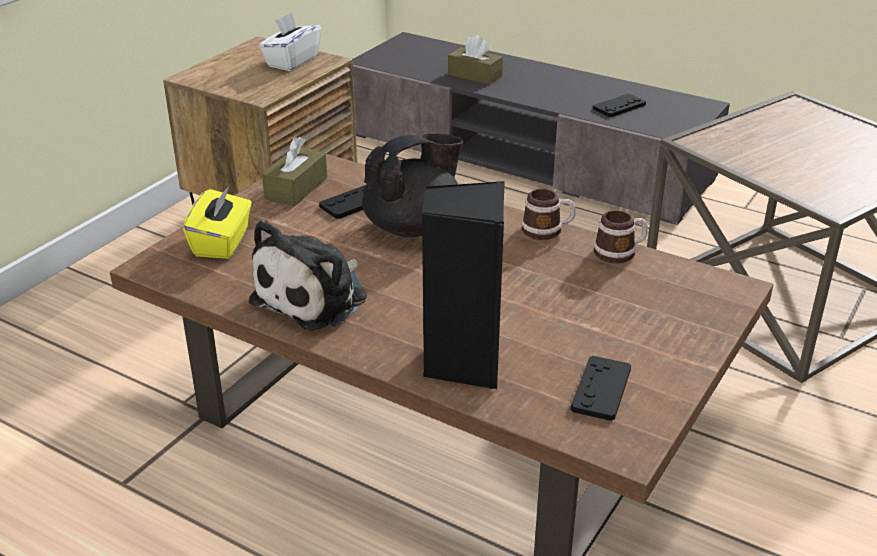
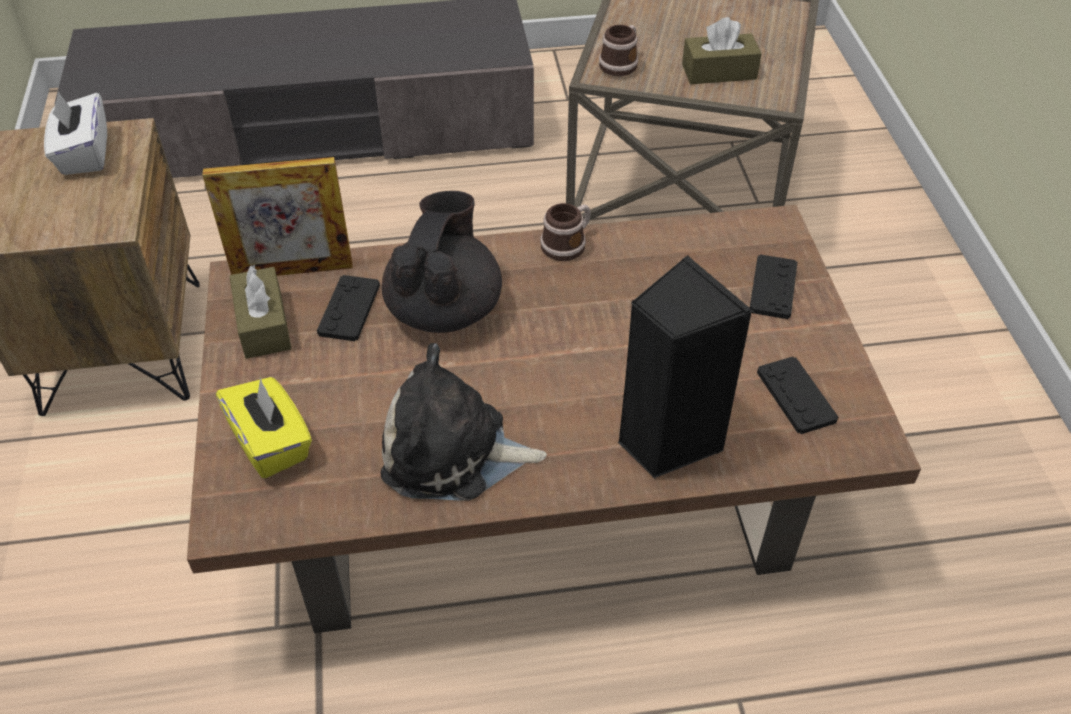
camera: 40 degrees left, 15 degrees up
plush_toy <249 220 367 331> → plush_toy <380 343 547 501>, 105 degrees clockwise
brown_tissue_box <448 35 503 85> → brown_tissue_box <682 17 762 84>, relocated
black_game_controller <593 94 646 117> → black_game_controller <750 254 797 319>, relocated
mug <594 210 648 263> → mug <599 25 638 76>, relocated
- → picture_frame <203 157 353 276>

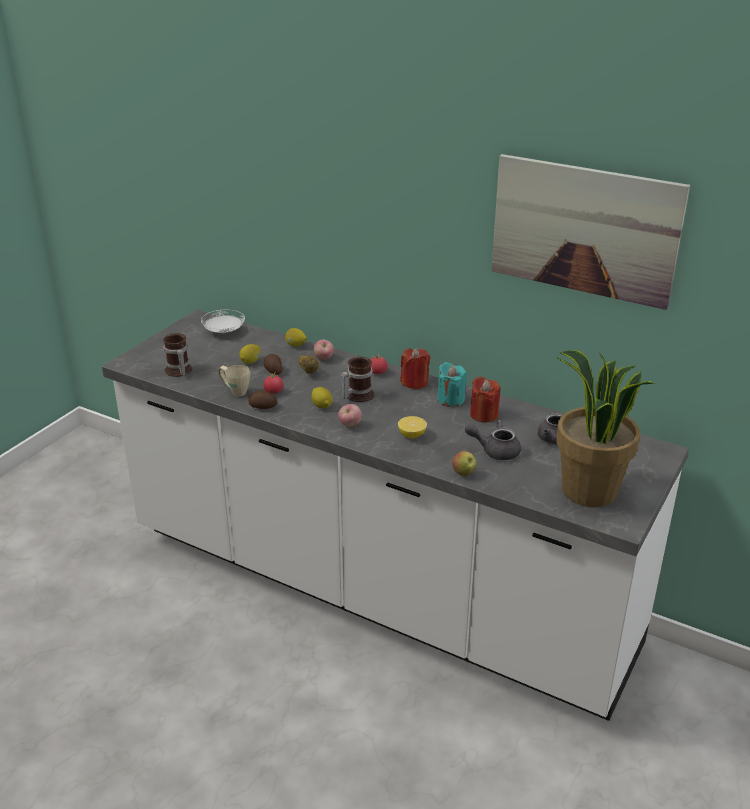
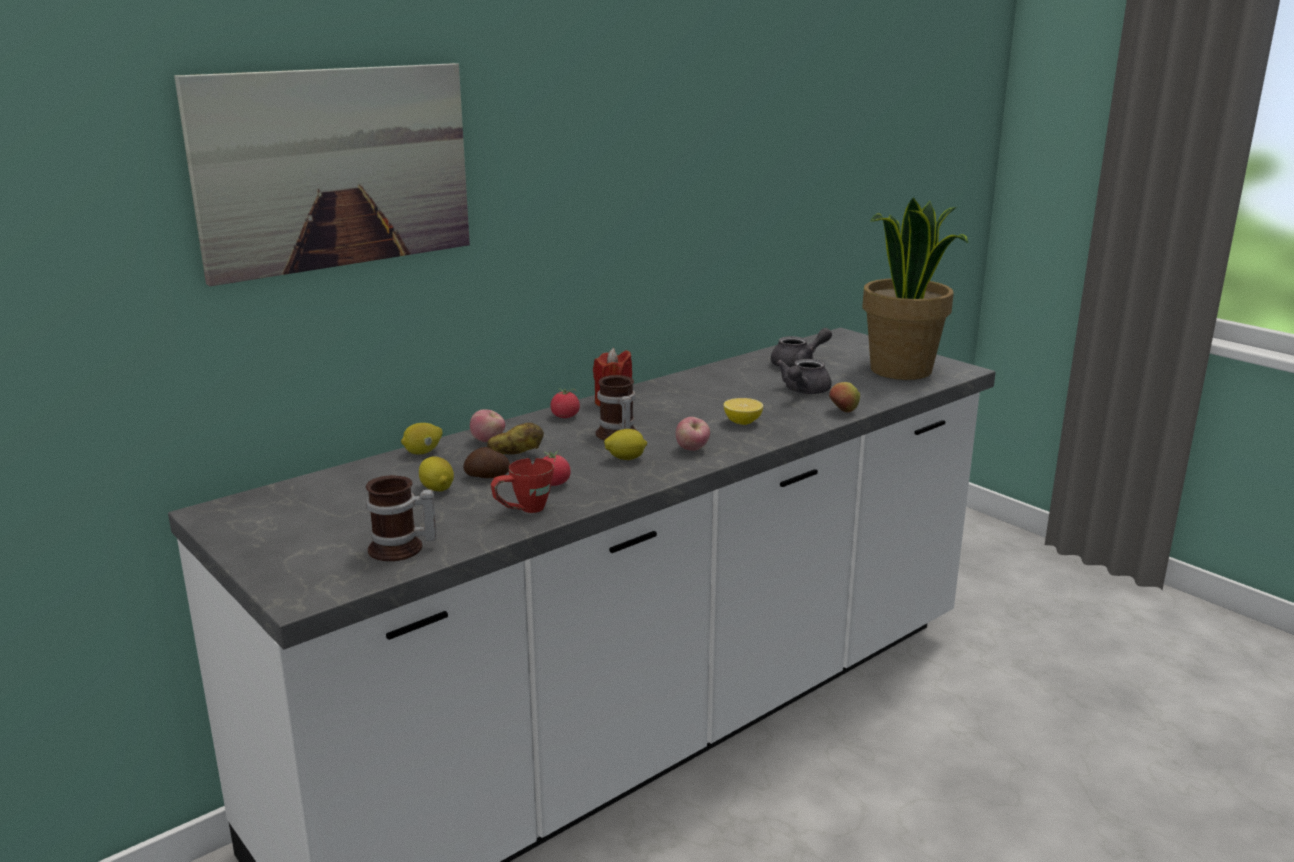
camera: 70 degrees left, 10 degrees down
white_plate <201 310 245 333> → -
beige_mug <218 365 251 397> → red_mug <491 458 554 513>
potato <248 390 277 409> → -
turquoise_candle <437 362 466 407> → -
red_candle <470 377 500 422> → -
picture <491 154 690 310> → picture <174 63 470 286>, relocated

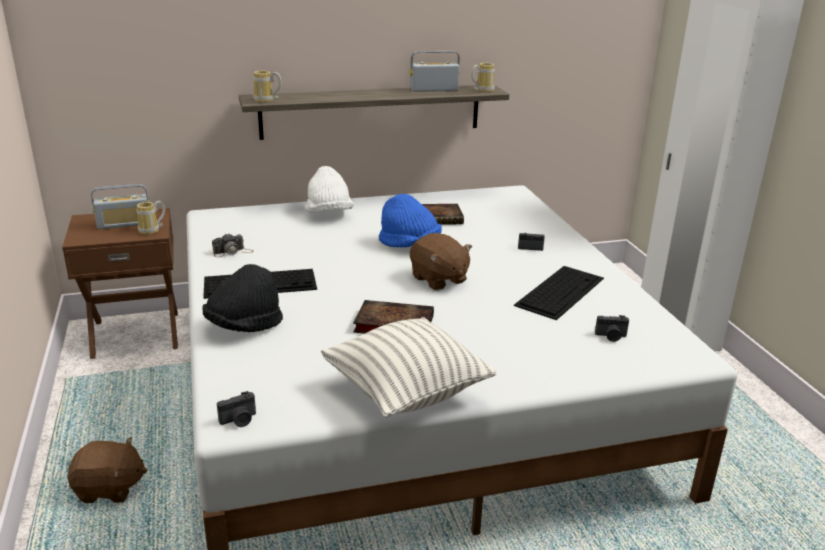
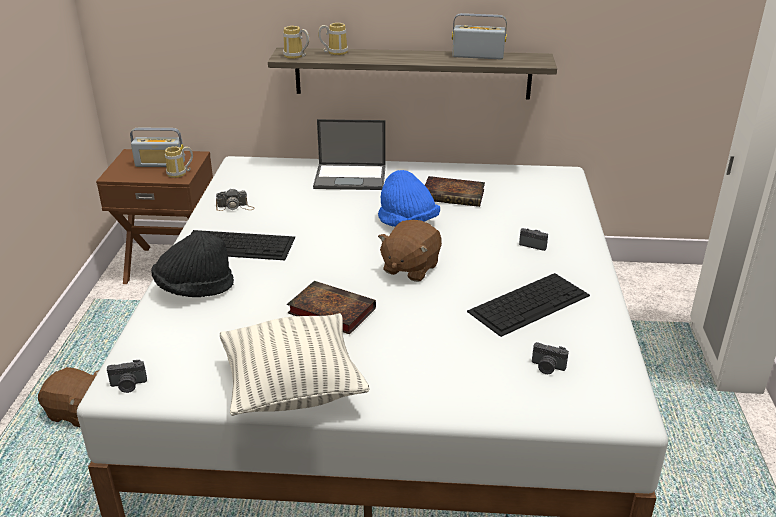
camera: 20 degrees right, 5 degrees up
white_hat <305 166 354 213> → laptop <313 119 386 190>
brown_plush_toy <410 233 472 290> → brown_plush_toy <378 220 442 282>, 45 degrees clockwise
mug <471 63 495 92> → mug <318 23 348 55>, relocated

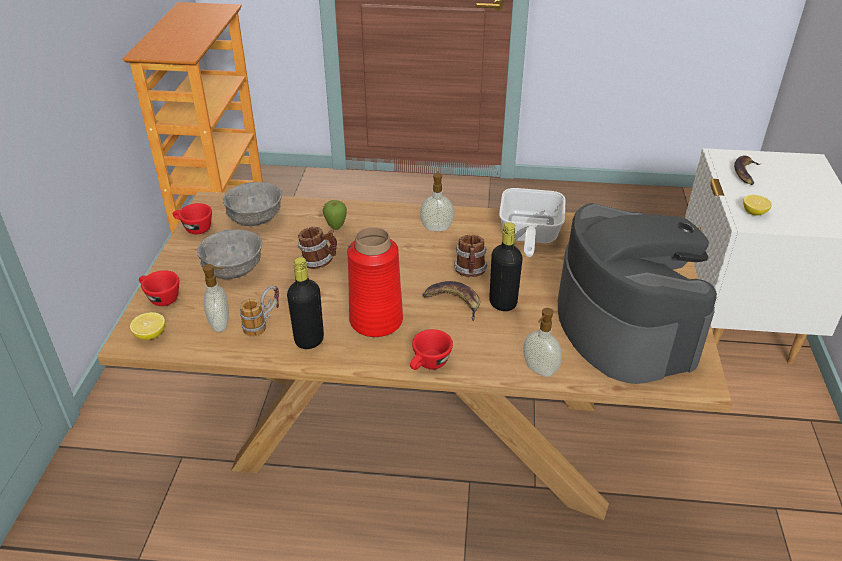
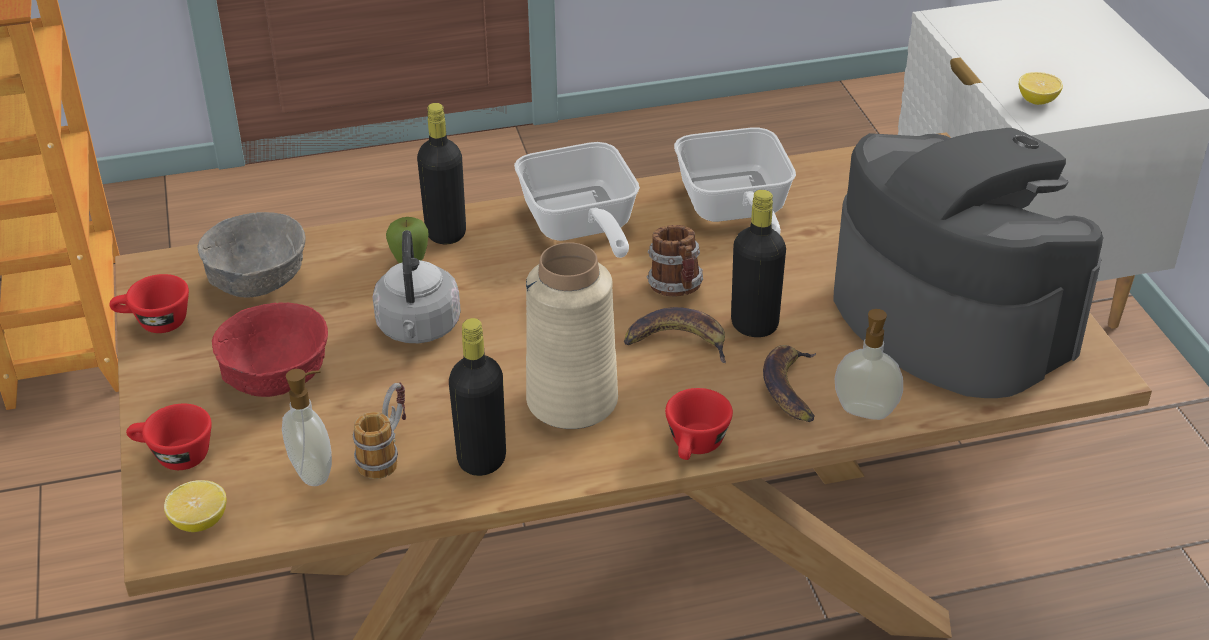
camera: 20 degrees left, 0 degrees up
grey_bowl <197 229 262 279> → red_bowl <212 302 328 397>
mug <298 227 337 269> → grey_kettle <372 230 461 343>
red_vase <347 227 403 337> → beige_vase <526 242 618 429>
soap_dispenser <420 171 455 231> → frying_pan <514 142 640 258>
banana <734 156 760 185> → banana <763 345 816 422>, relocated
- → black_bottle <417 103 466 244>

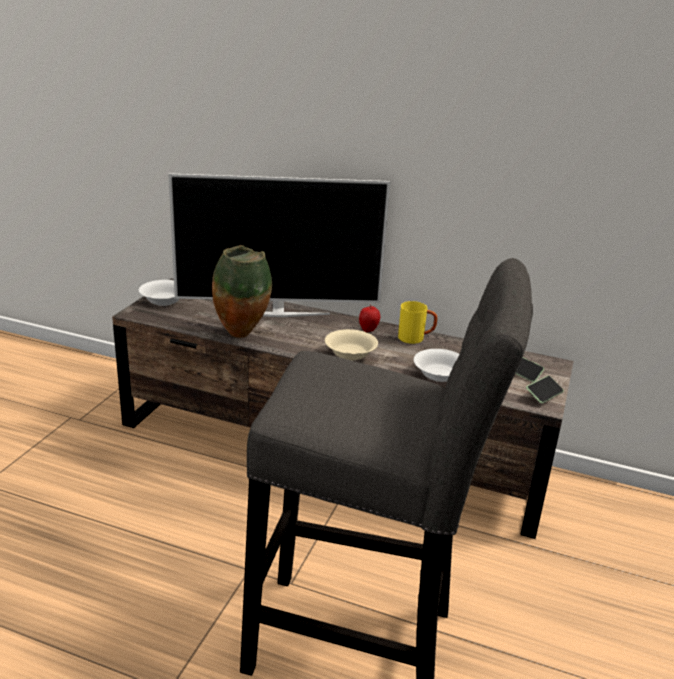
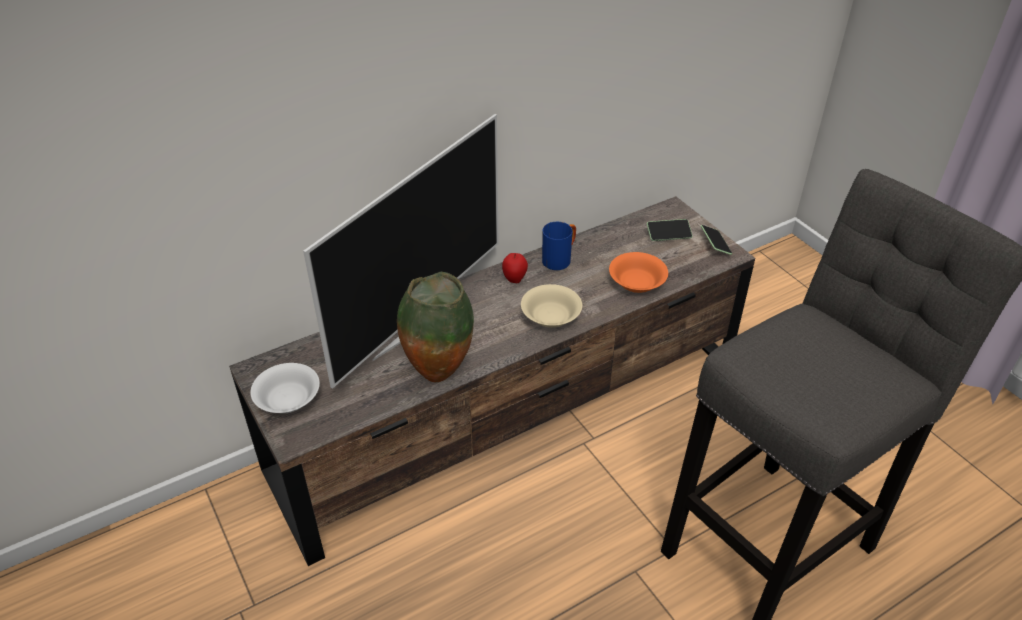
camera: 50 degrees left, 15 degrees up
yellow_mug <398 301 438 344> → blue_mug <542 222 576 270>
white_bowl <414 349 459 382> → orange_bowl <609 252 668 293>

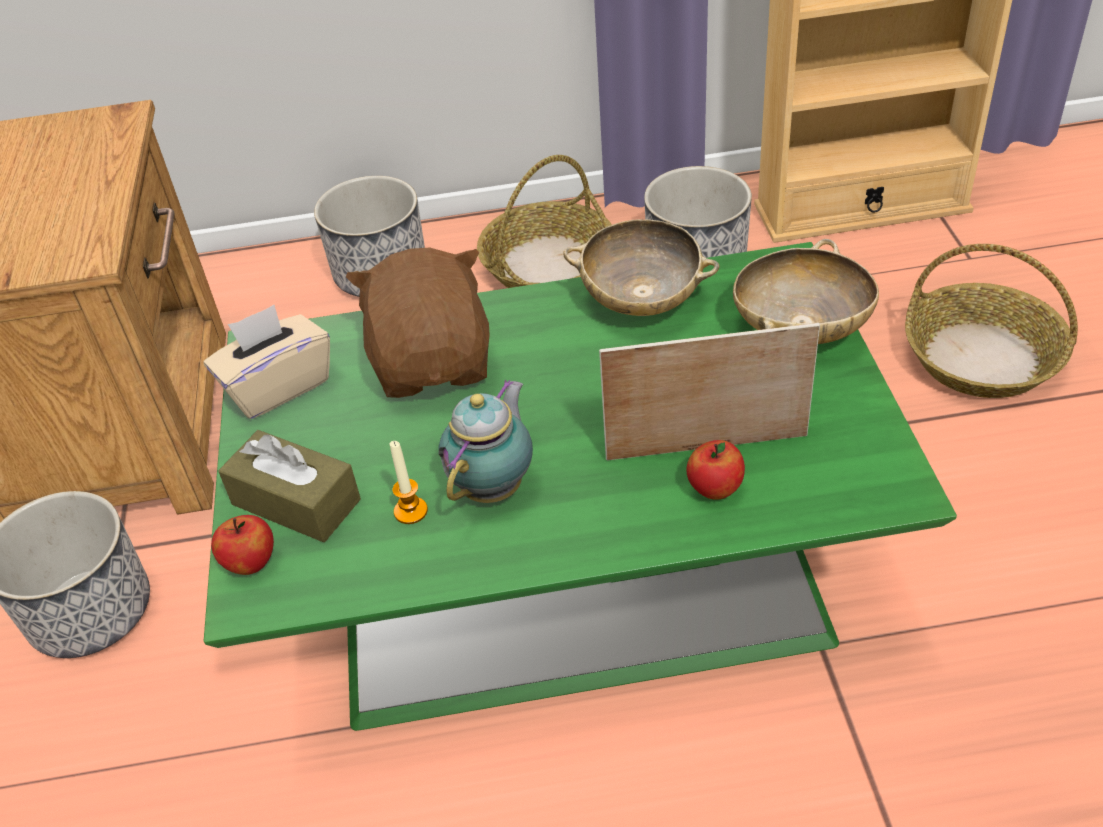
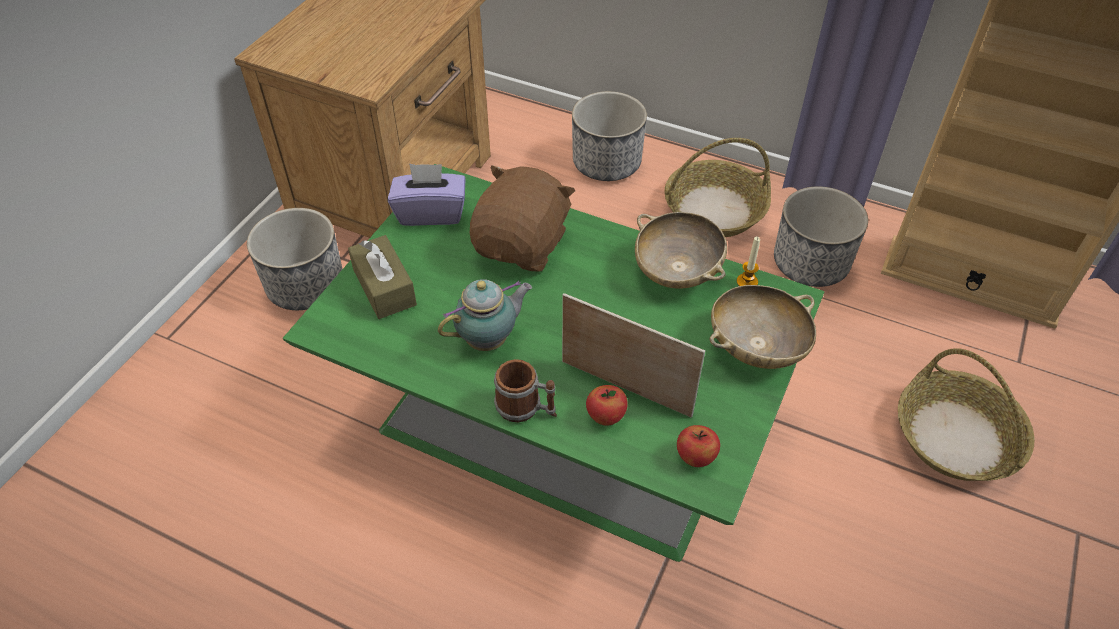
camera: 30 degrees right, 5 degrees up
beige_tissue_box <203 305 330 419> → purple_tissue_box <388 164 466 226>
apple <211 515 274 575> → apple <677 425 720 467>, relocated
candle <389 441 428 524> → candle <737 236 760 286>, relocated
- → mug <494 359 557 422>

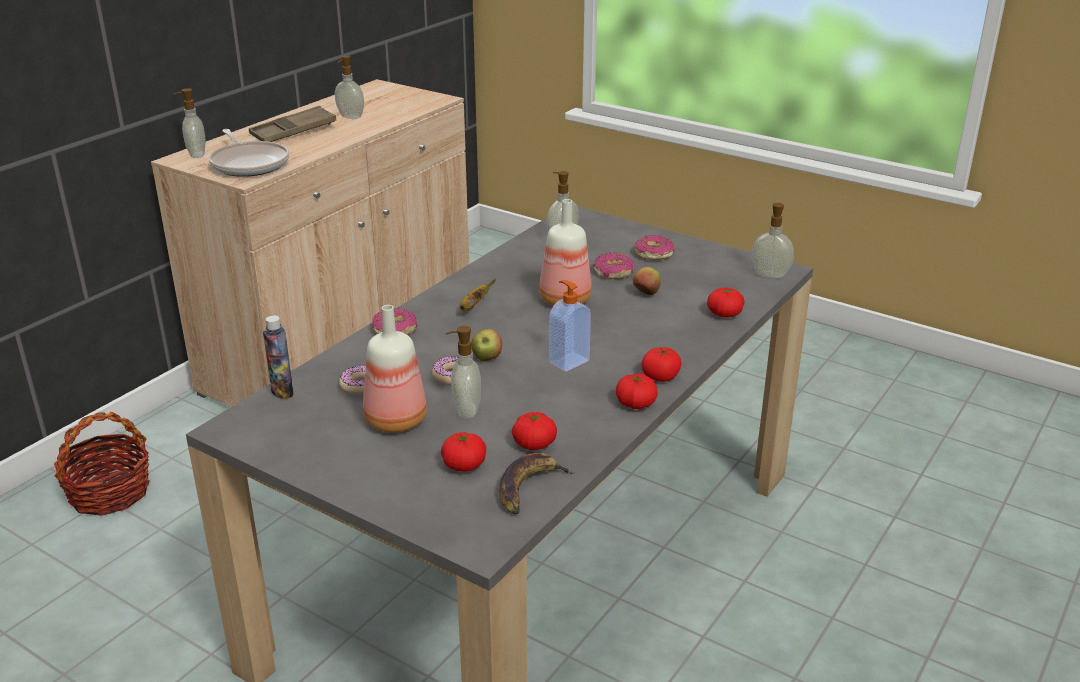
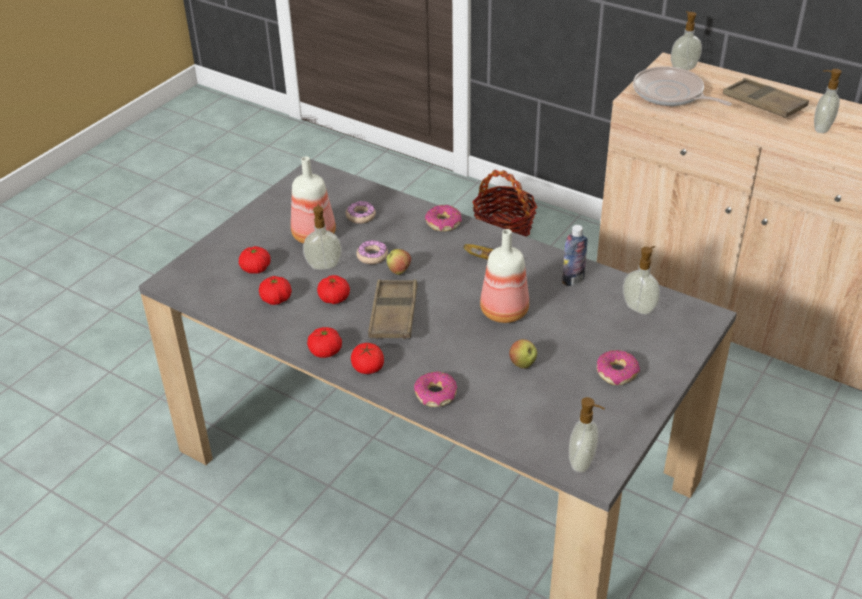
camera: 90 degrees right, 10 degrees up
frying_pan <209 129 289 177> → frying_pan <633 66 732 106>, 75 degrees clockwise
bottle <263 315 294 399> → bottle <562 225 588 286>, relocated
banana <500 453 575 514> → -
soap_dispenser <549 280 591 372> → brown_tray <368 279 418 340>
donut <593 253 635 280> → donut <414 371 457 407>, relocated
tomato <707 288 744 318> → tomato <317 275 350 304>, relocated

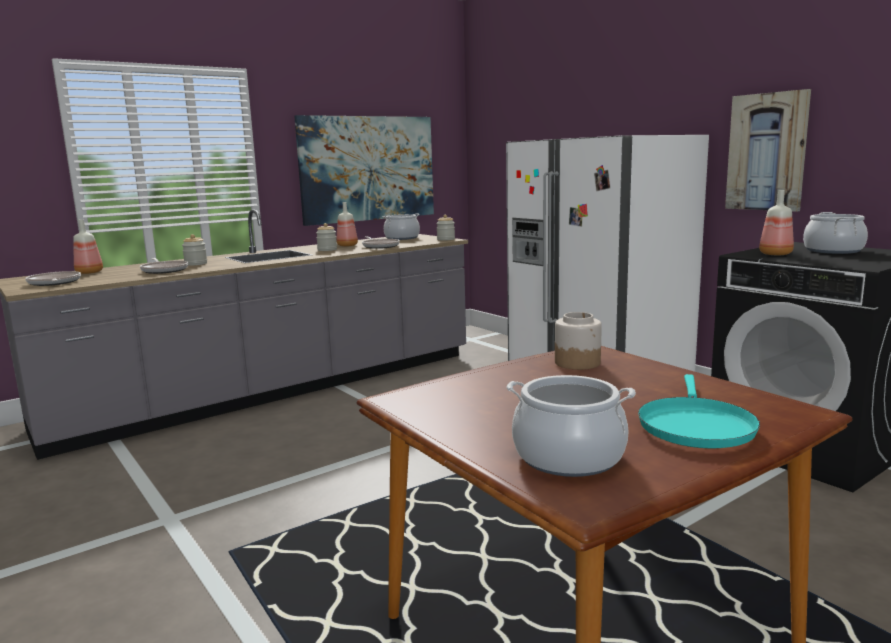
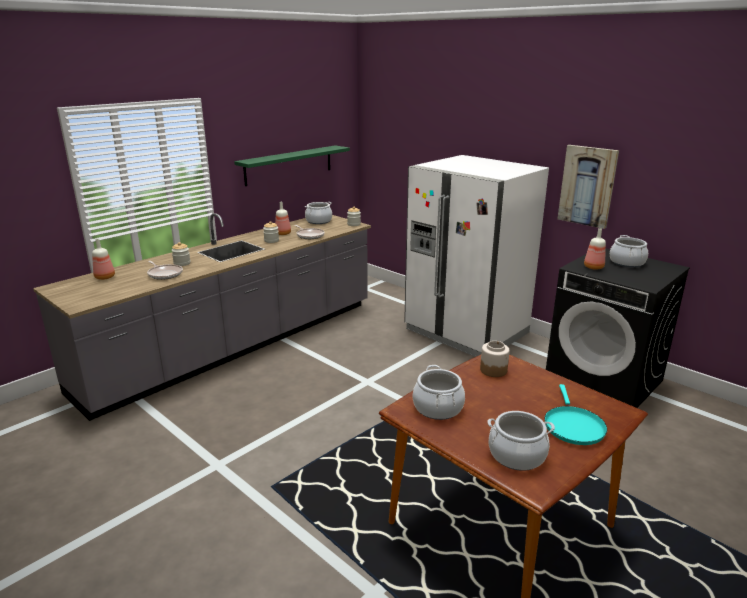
camera: 10 degrees left, 10 degrees up
frying_pan <25 271 81 286> → -
picture <294 115 434 226> → green_shelf <234 145 350 186>
- → cooking_pot <413 365 465 420>

